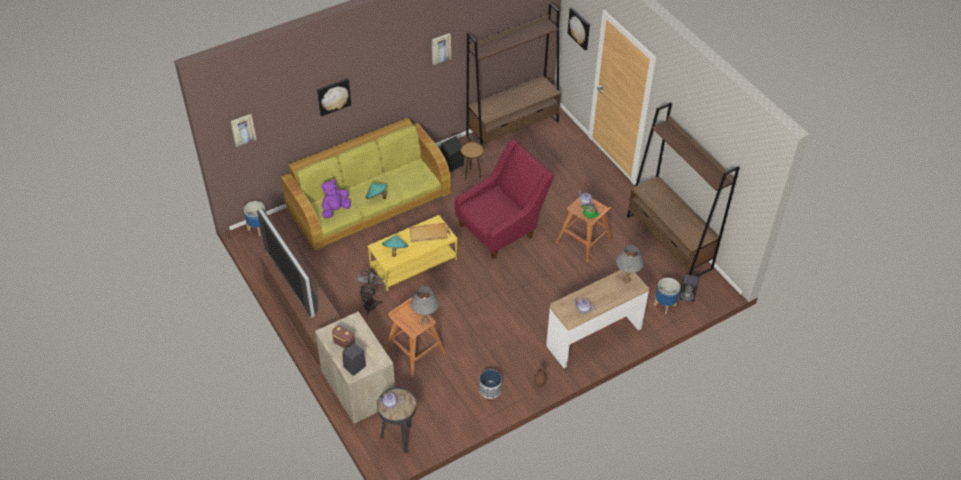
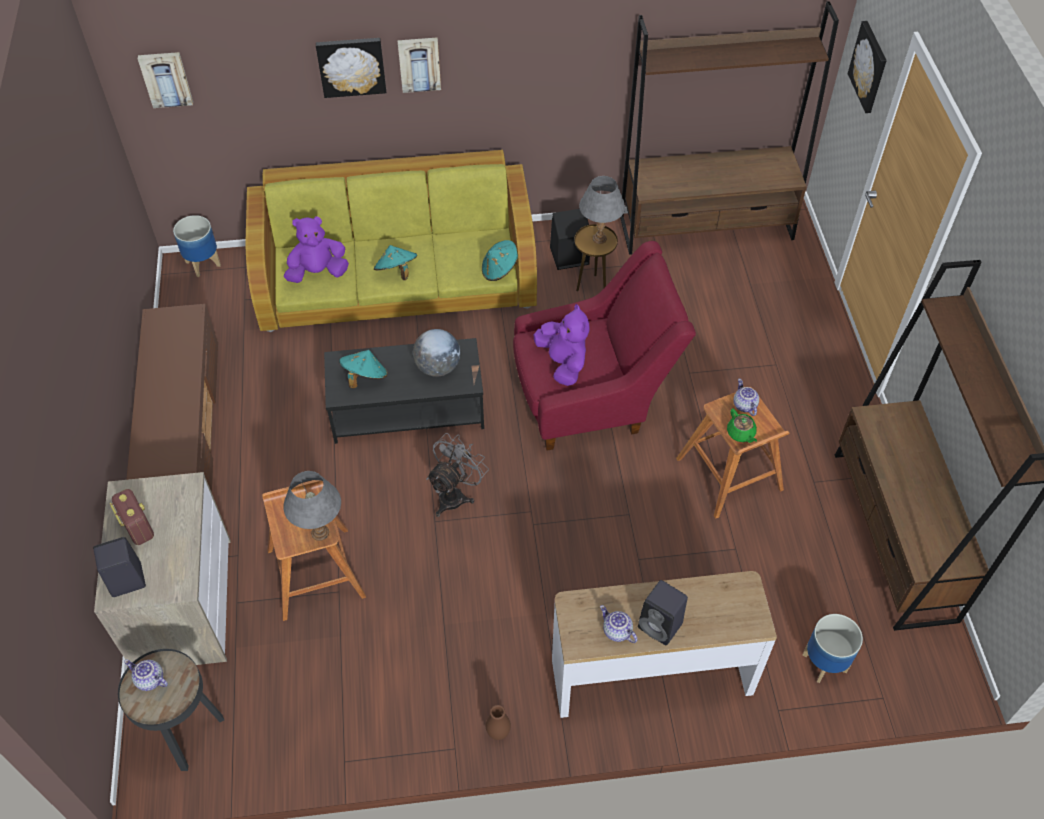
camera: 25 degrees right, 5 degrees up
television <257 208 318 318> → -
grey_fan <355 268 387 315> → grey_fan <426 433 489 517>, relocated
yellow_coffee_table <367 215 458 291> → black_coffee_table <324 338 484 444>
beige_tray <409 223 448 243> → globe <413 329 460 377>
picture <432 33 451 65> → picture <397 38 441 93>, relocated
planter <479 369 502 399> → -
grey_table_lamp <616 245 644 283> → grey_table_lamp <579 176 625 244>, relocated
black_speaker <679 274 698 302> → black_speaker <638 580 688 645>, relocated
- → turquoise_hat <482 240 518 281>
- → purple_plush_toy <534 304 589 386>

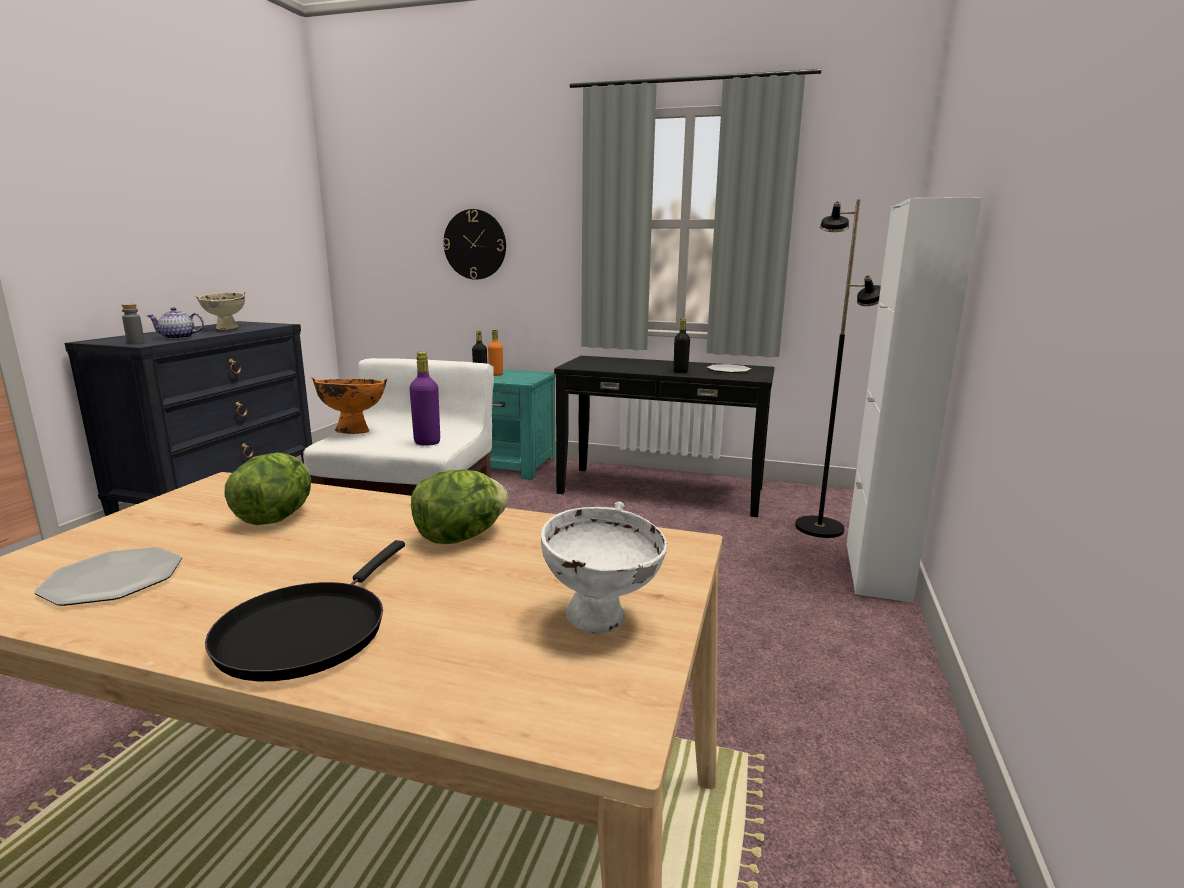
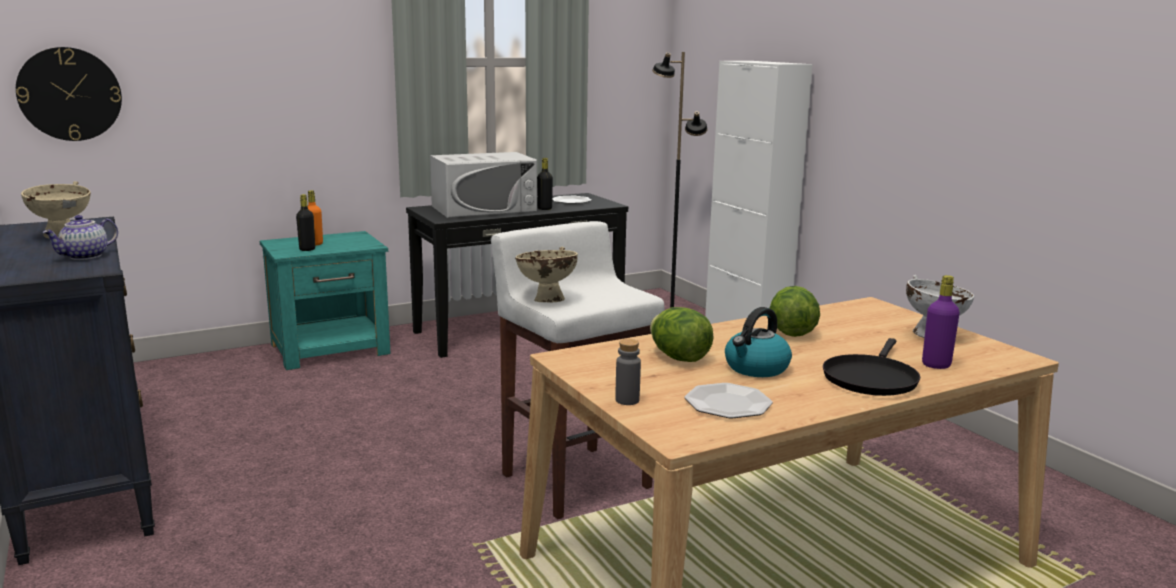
camera: 45 degrees left, 0 degrees up
grey_bottle <122 304 145 344> → grey_bottle <615 339 641 405>, relocated
black_frying_pan <205 540 405 681> → black_frying_pan <823 338 920 396>, 60 degrees clockwise
orange_bowl <312 377 387 434> → beige_bowl <515 246 578 302>
purple_bottle <409 352 440 446> → purple_bottle <922 275 960 369>, relocated
wall_clock <443 209 506 280> → wall_clock <16 47 122 141>, relocated
- → white_microwave <430 152 537 218>
- → kettle <725 307 792 377>

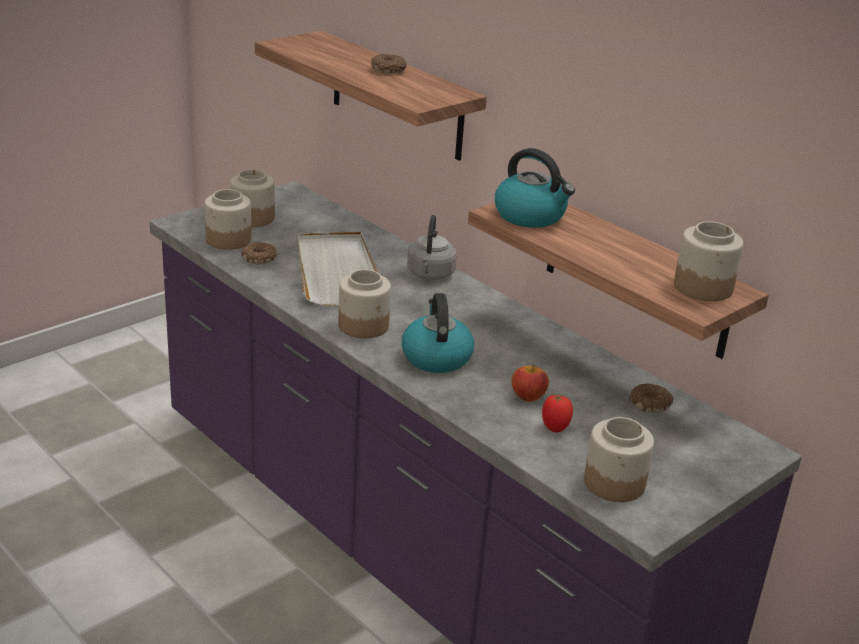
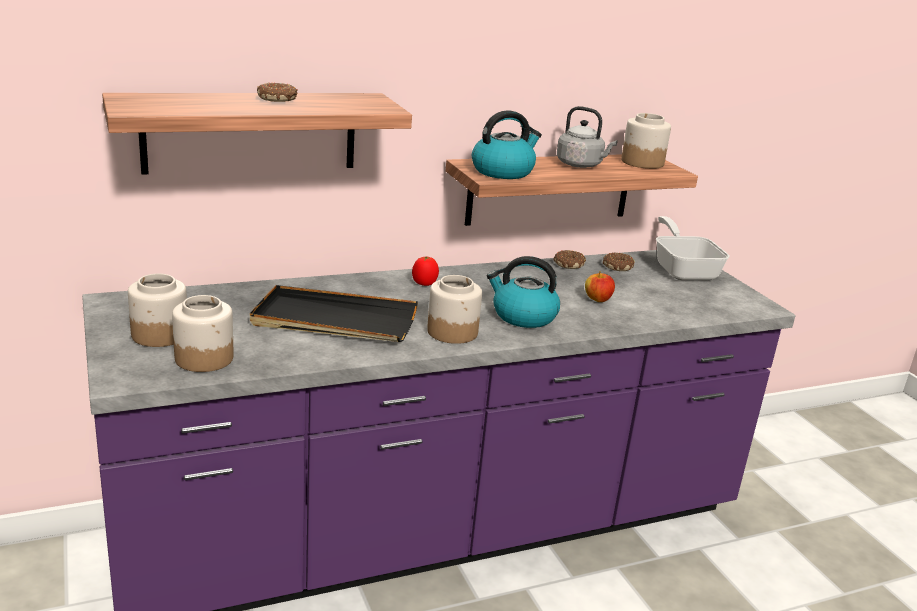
camera: 70 degrees left, 5 degrees down
donut <241 242 277 264> → donut <553 250 586 269>, relocated
white_tray <297 232 378 306> → black_tray <250 285 418 342>
grey_kettle <407 215 457 280> → grey_kettle <557 106 618 168>, relocated
tomato <542 395 573 432> → tomato <412 256 439 286>, relocated
jar <584 417 654 502> → -
- → frying_pan <656 216 729 280>

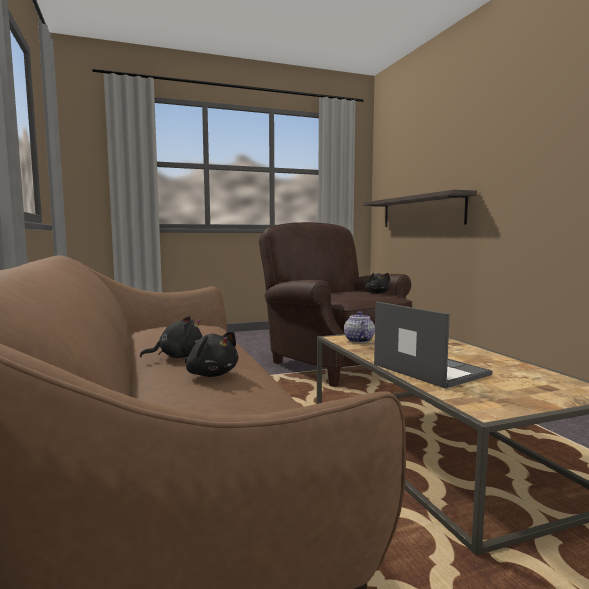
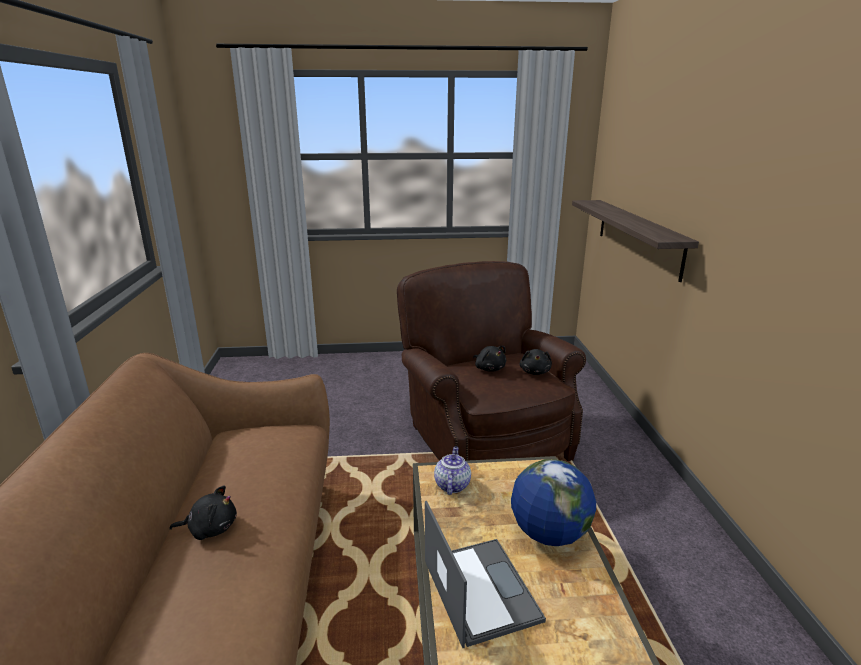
camera: 15 degrees right, 15 degrees up
black_plush_toy <185 331 238 377> → black_plush_toy <473 346 506 372>, relocated
- → globe <511 459 596 546>

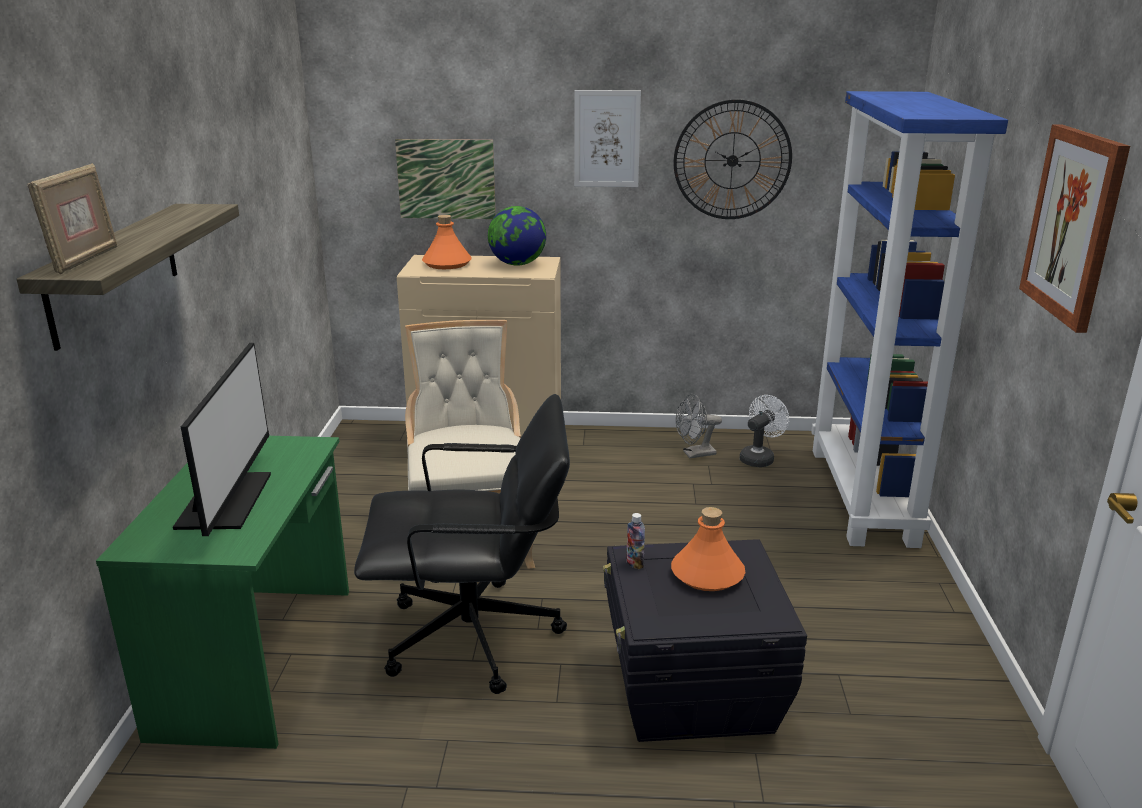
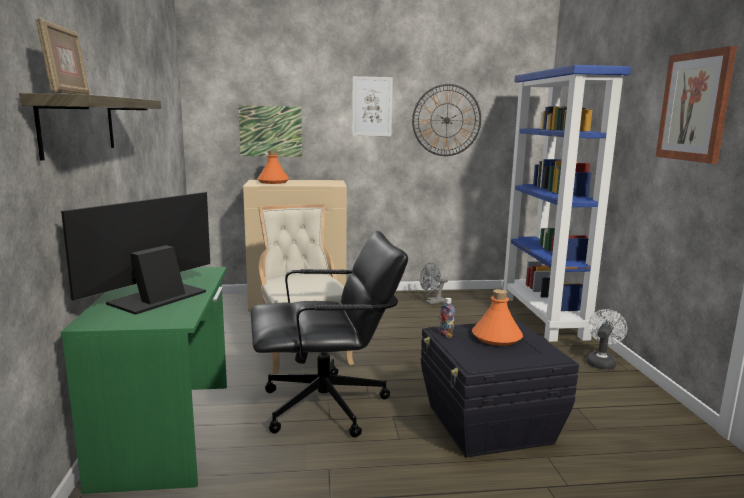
camera: 10 degrees left, 10 degrees down
monitor <173 343 271 536> → monitor <61 192 210 315>, 135 degrees counterclockwise
globe <488 206 546 266> → -
white_fan <740 395 789 467> → white_fan <586 309 627 370>, relocated

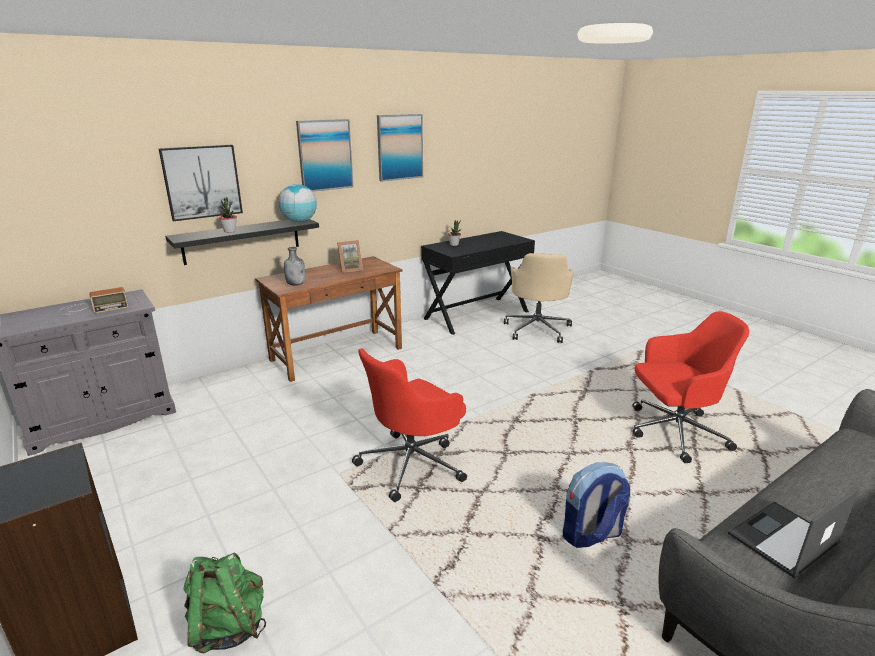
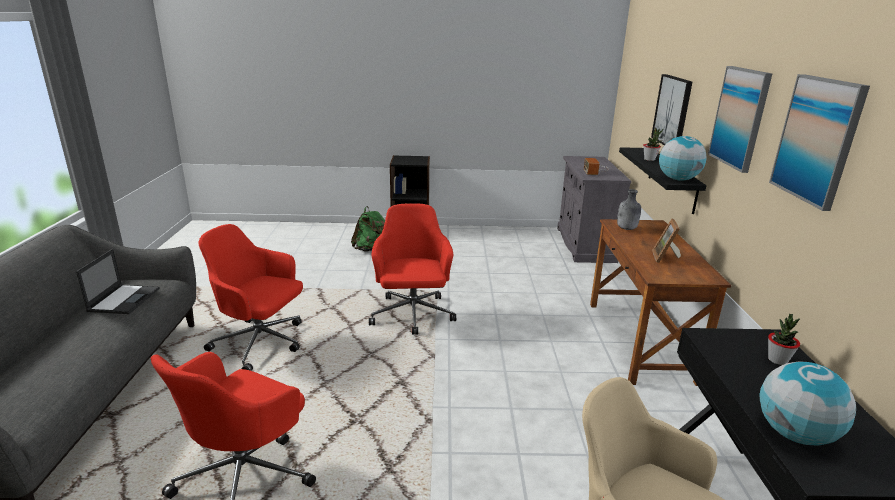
camera: 125 degrees right, 0 degrees up
backpack <563 462 630 548> → red_office_chair <198 224 303 371>
- → globe <760 361 856 446>

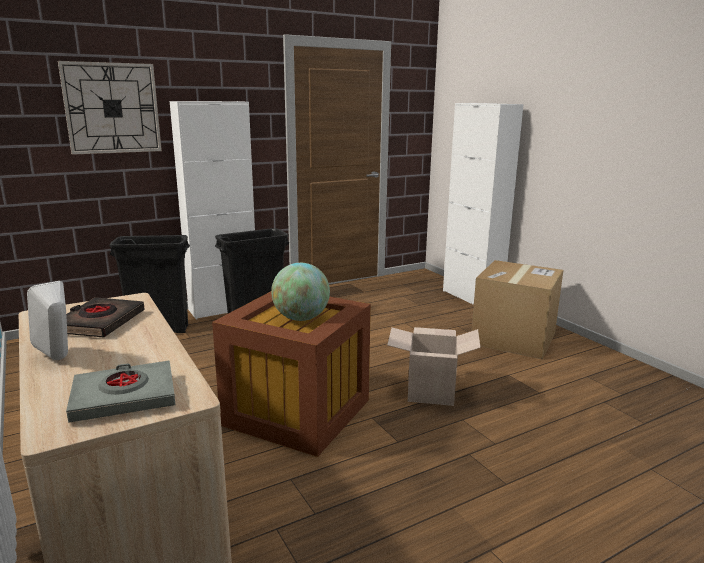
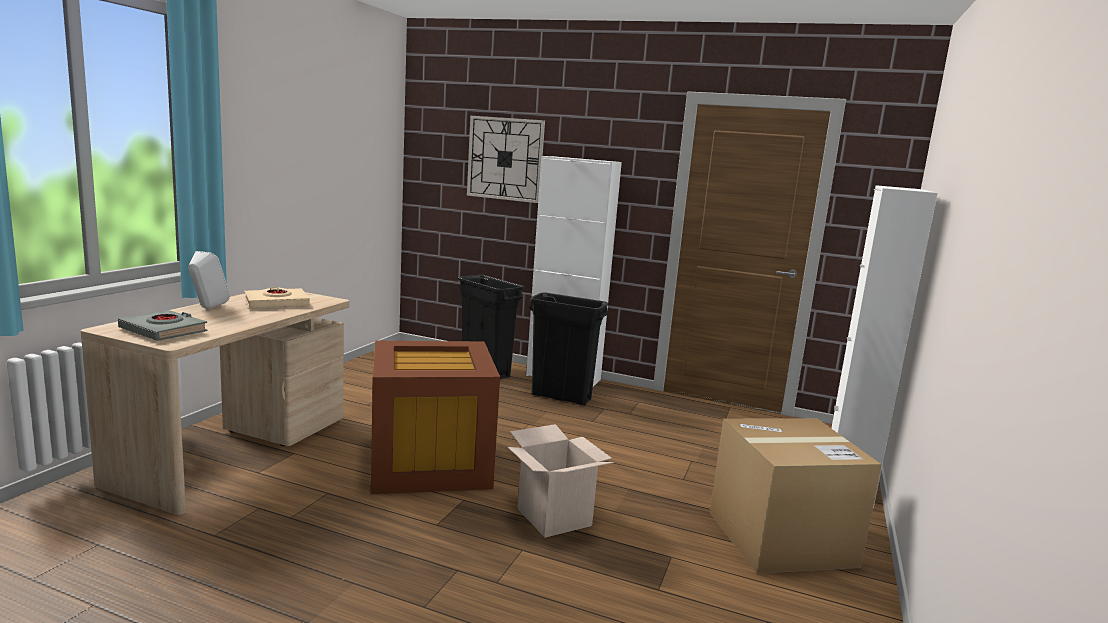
camera: 50 degrees right, 5 degrees down
black_book <66 297 145 338> → beige_book <245 287 310 308>
globe <271 263 330 321> → -

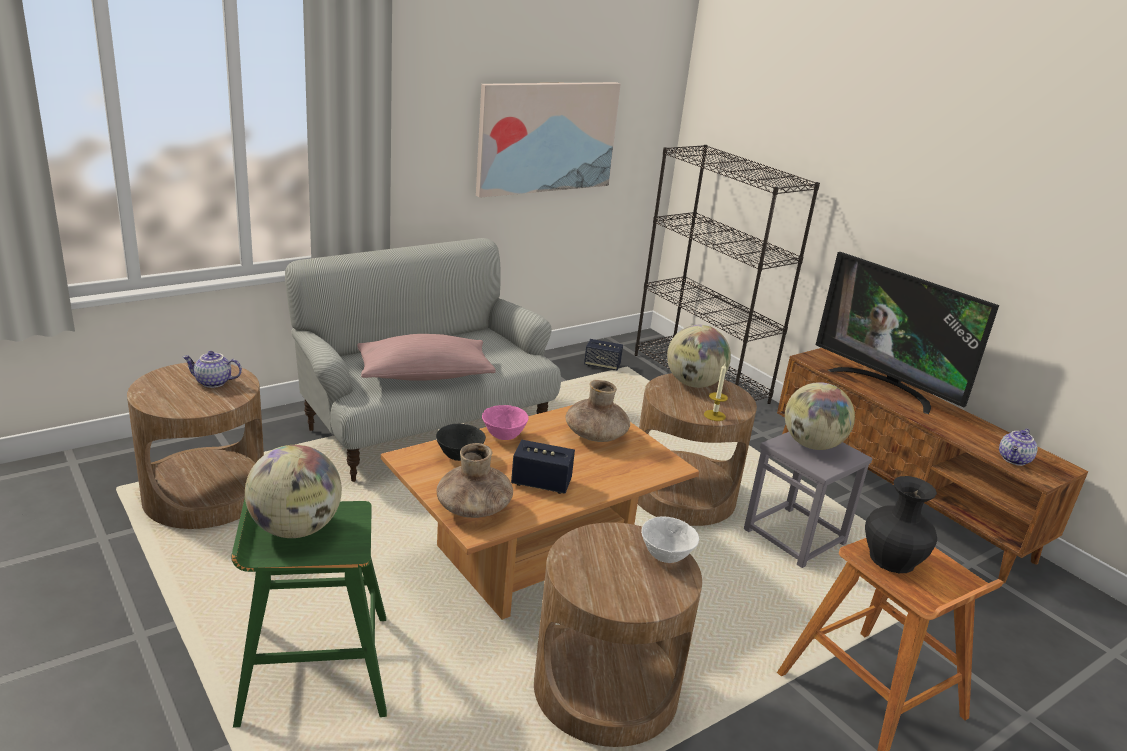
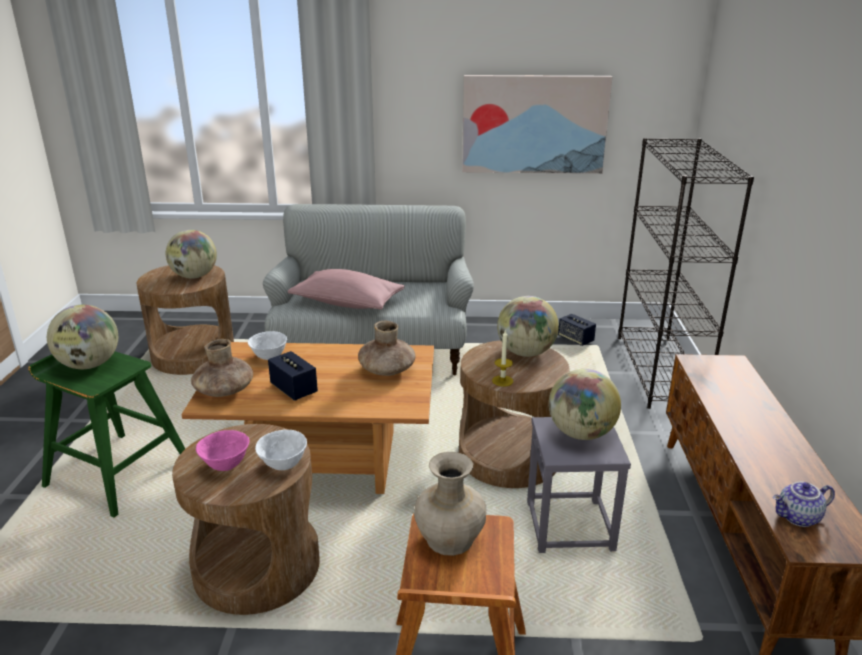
camera: 40 degrees right, 0 degrees up
teapot <183 351 242 388> → globe <166 230 217 279>
black_bowl <436 424 486 461> → white_bowl <248 331 287 360>
pink_bowl <482 405 529 440> → pink_bowl <196 430 249 471>, relocated
television <816 252 999 414> → -
black_vase <865 476 937 573> → beige_vase <414 452 486 556>

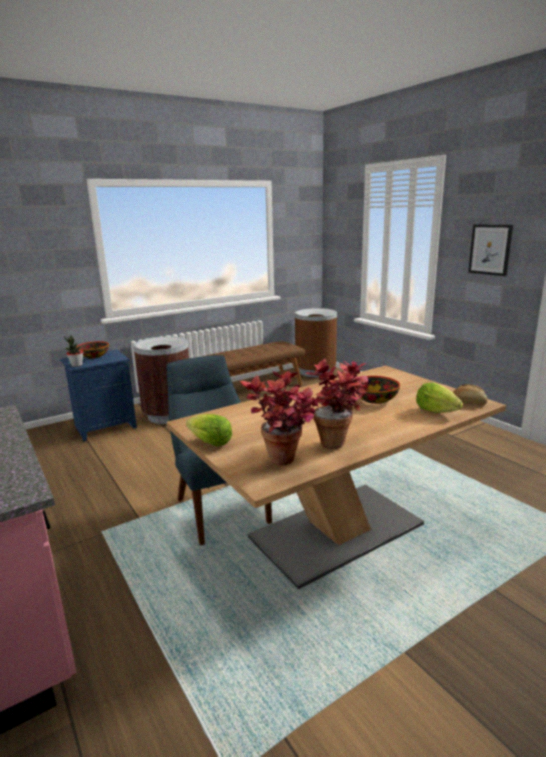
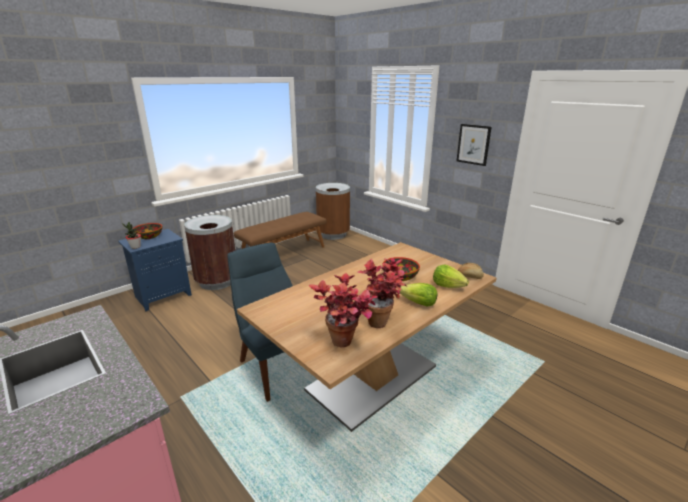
camera: 10 degrees left, 5 degrees up
lettuce <186 414 232 446> → lettuce <399 283 437 306>, relocated

